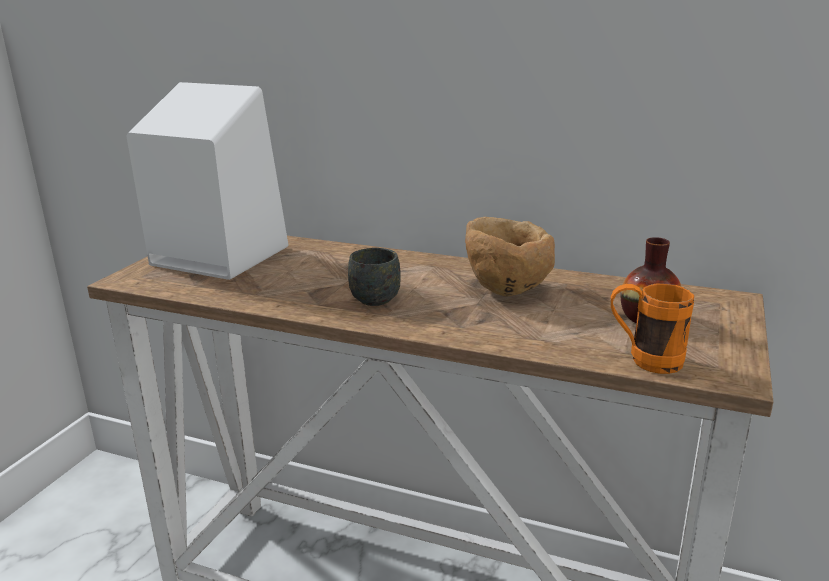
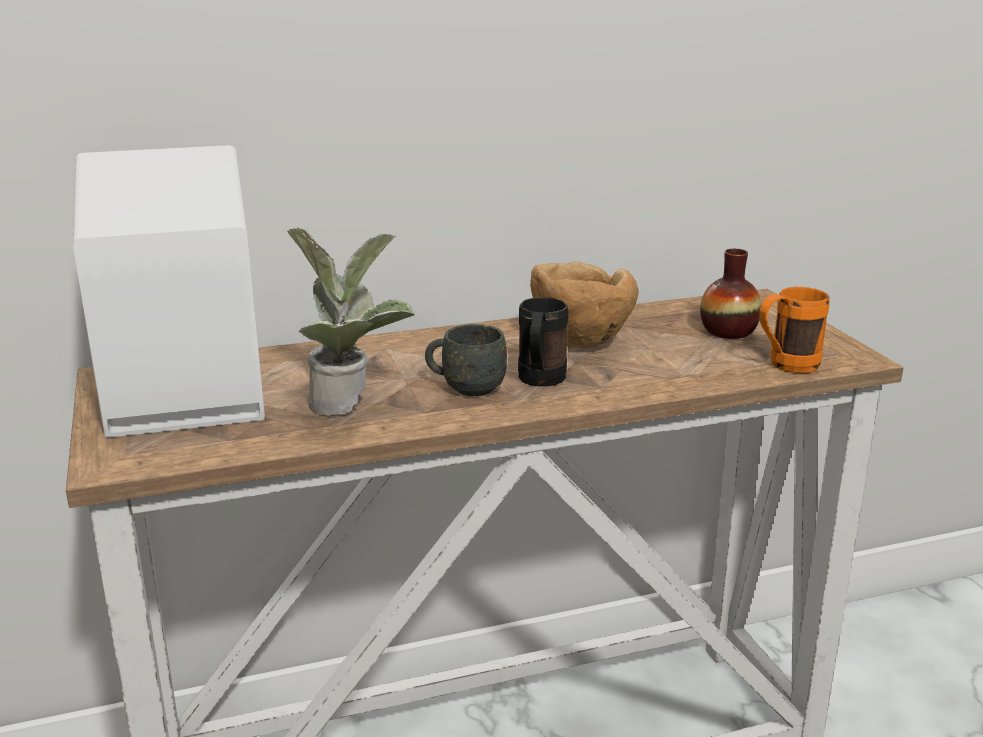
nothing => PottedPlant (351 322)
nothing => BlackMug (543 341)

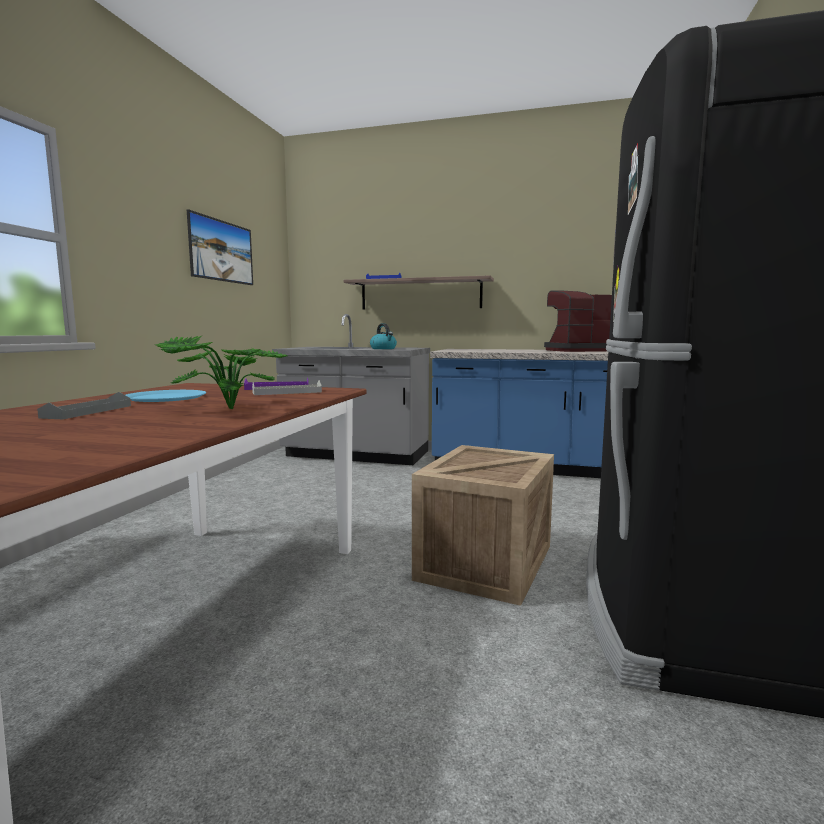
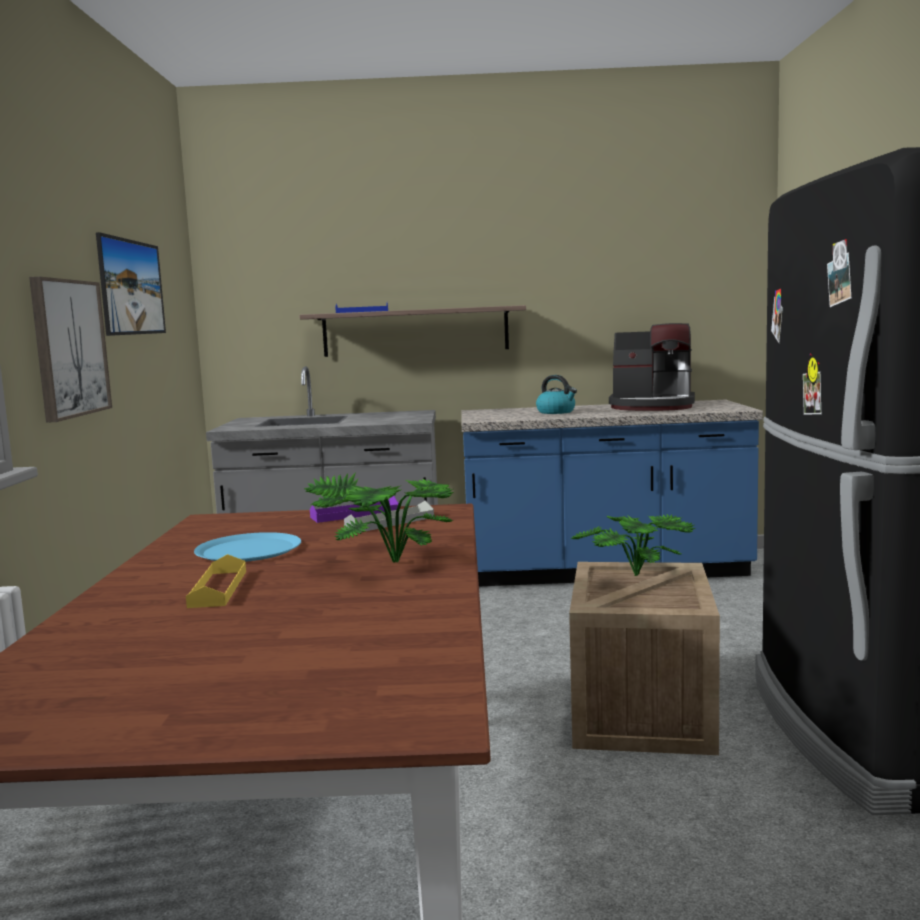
GreyTray (84 405) => YellowTray (216 581)
Kettle (383 336) => Kettle (556 394), moved
CoffeeMachine (578 321) => CoffeeMachine (652 367), 135 degrees counterclockwise
nothing => Picture (70 350)
nothing => PottedPlant (633 545)

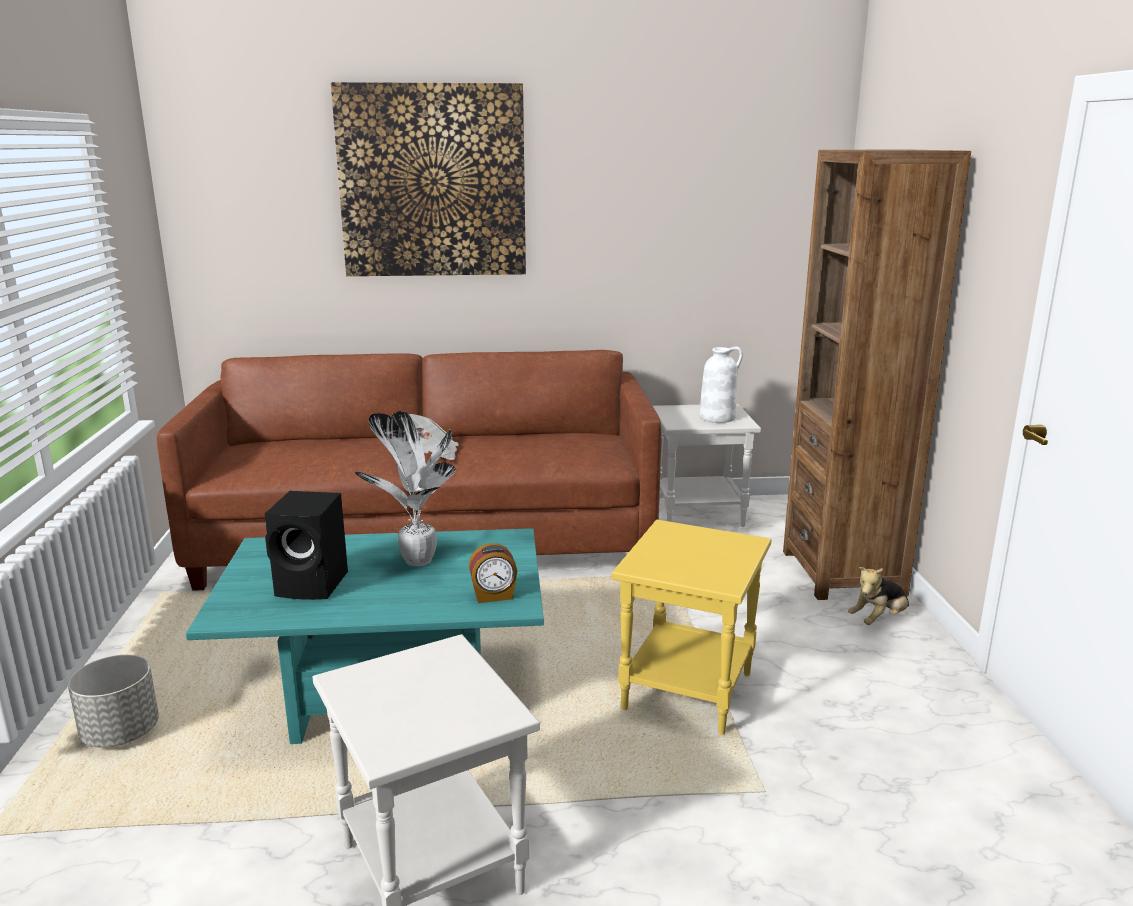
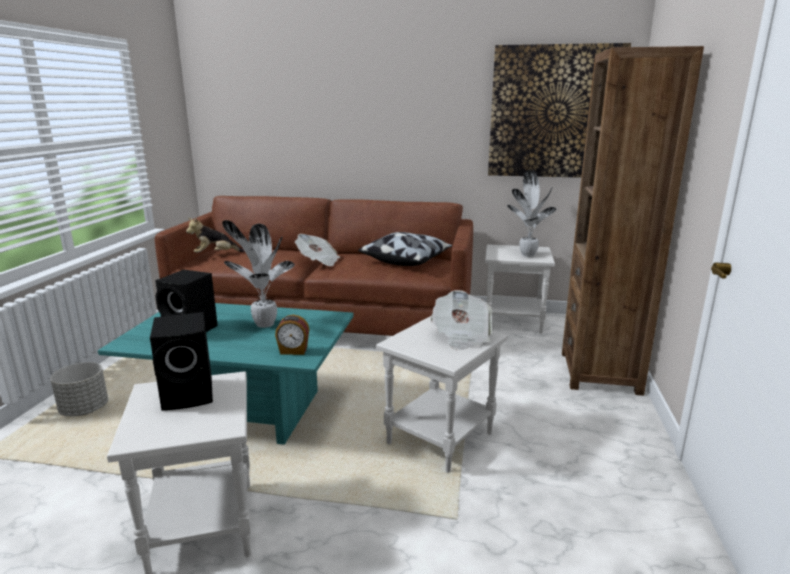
Picture (428 179) => Picture (559 110), moved
YellowSideTable (691 627) => WhiteSideTable (442 394)
WhiteVase (721 385) => PottedPlant (531 213)
PlushToy (878 596) => PlushToy (215 235), moved
nothing => BlackSpeaker (181 361)
nothing => Pillow (405 249)
nothing => Newspaper (461 320)

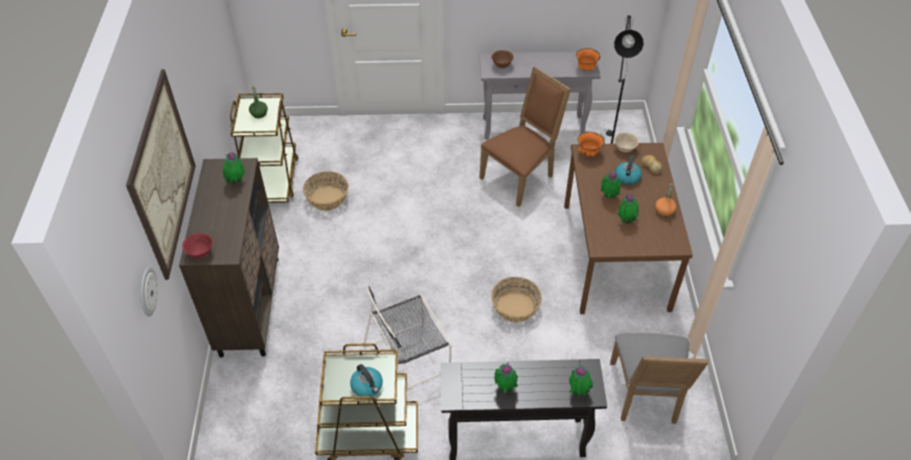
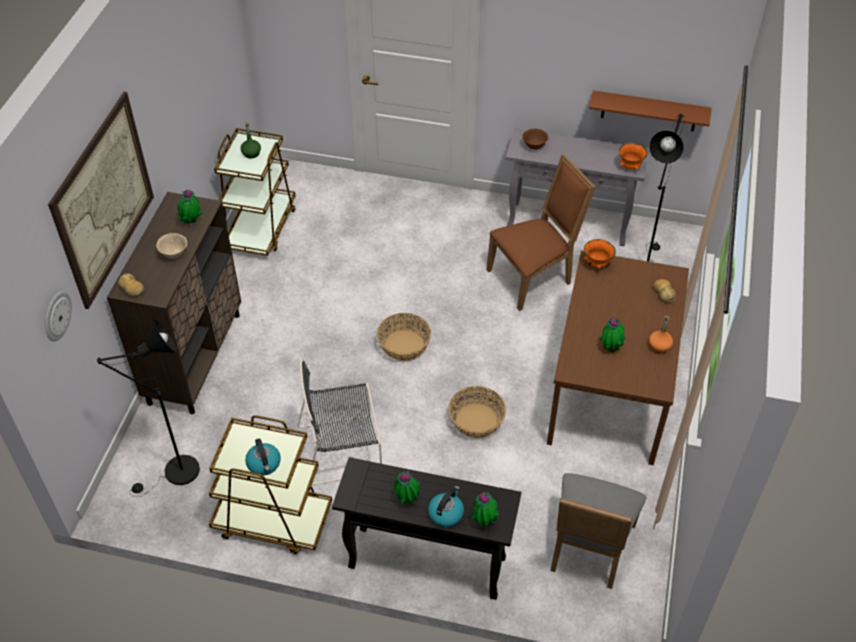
RedBowl (197 245) => Bread (131 285)
Basket (325 191) => Basket (404 337), moved
PottedPlant (611 184) => nothing
BeigeBowl (626 142) => BeigeBowl (172 246), moved
Kettle (628 170) => Kettle (446 506), moved
nothing => BlackFloorLamp (148 408)
nothing => BrownShelf (650 111)

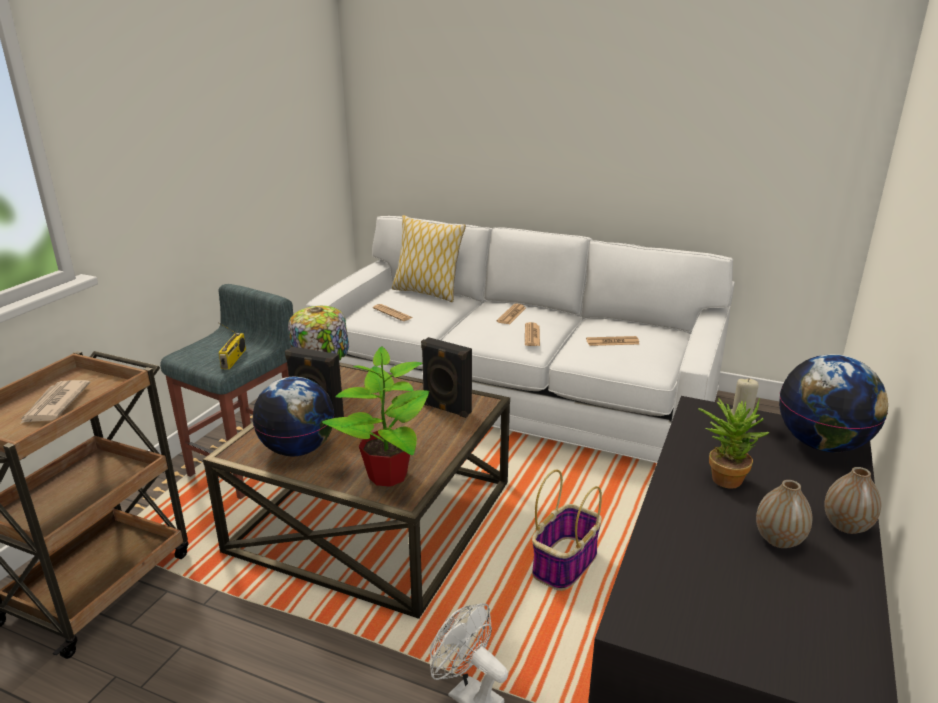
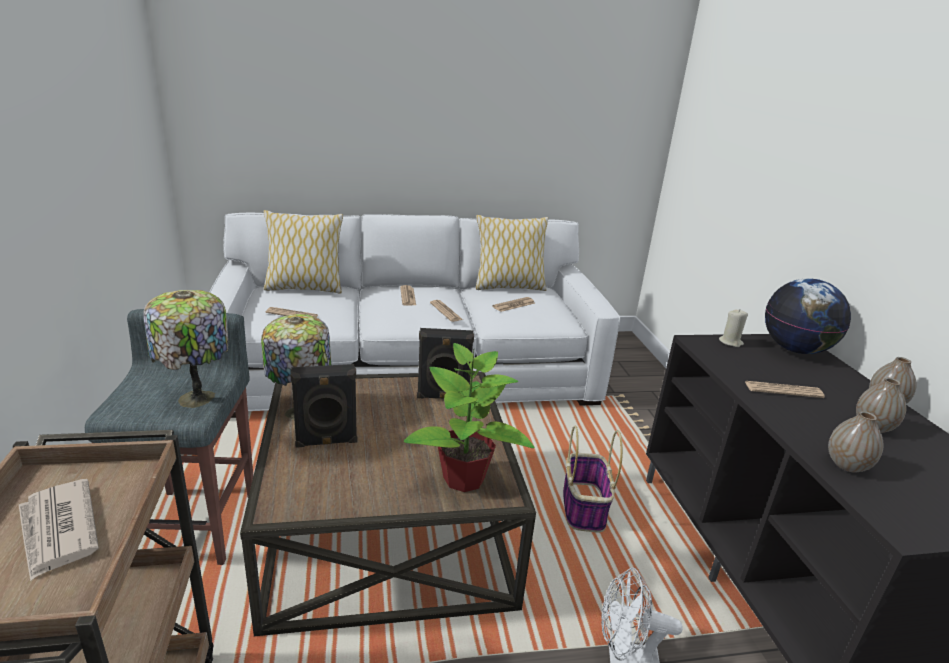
Radio (232 345) => TableLamp (185 349)
Globe (293 416) => nothing
PottedPlant (734 443) => Newspaper (784 389)
nothing => Pillow (512 253)
nothing => Vase (856 442)

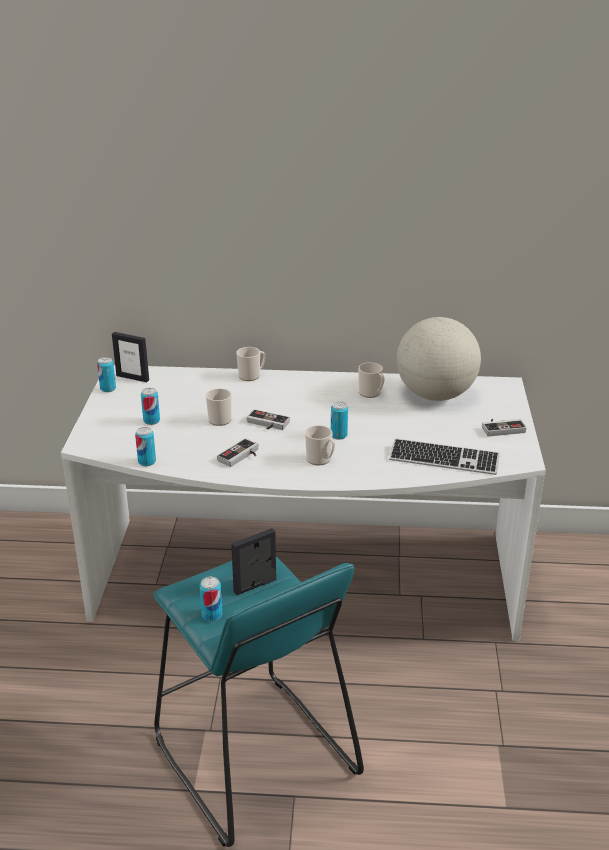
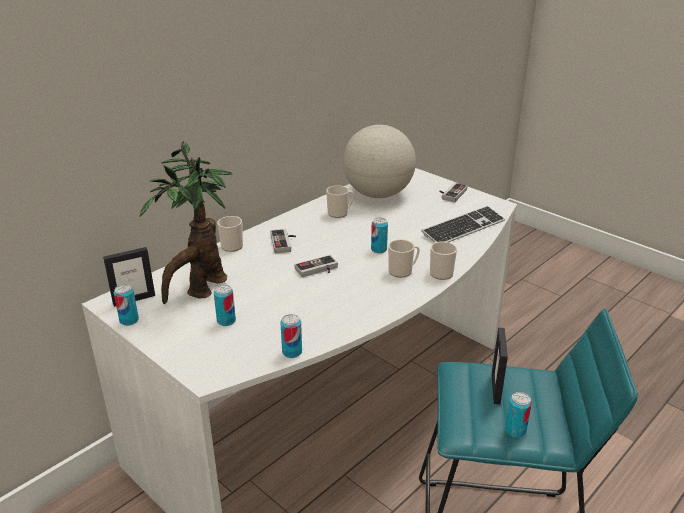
Mug (219 407) => Mug (443 261), moved
GameController (237 452) => GameController (283 241), moved
nothing => PottedPlant (185 222)

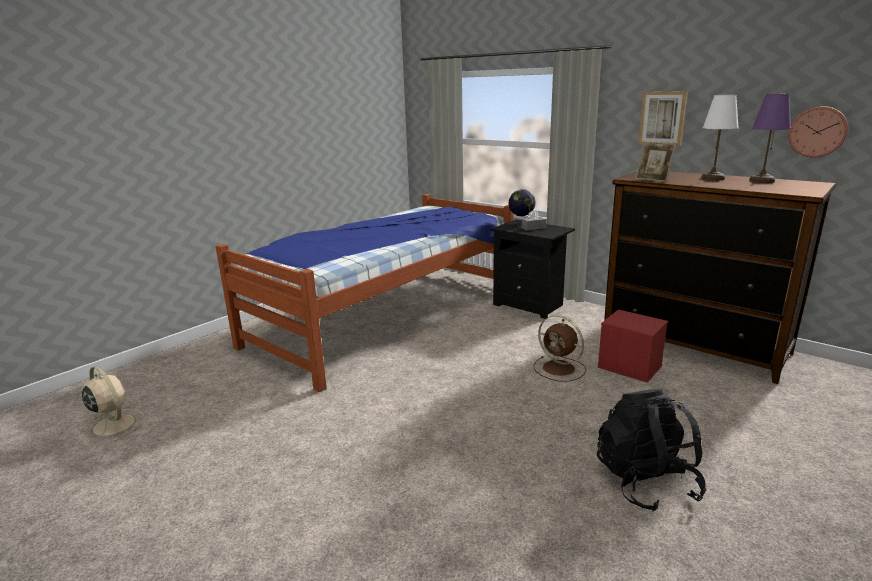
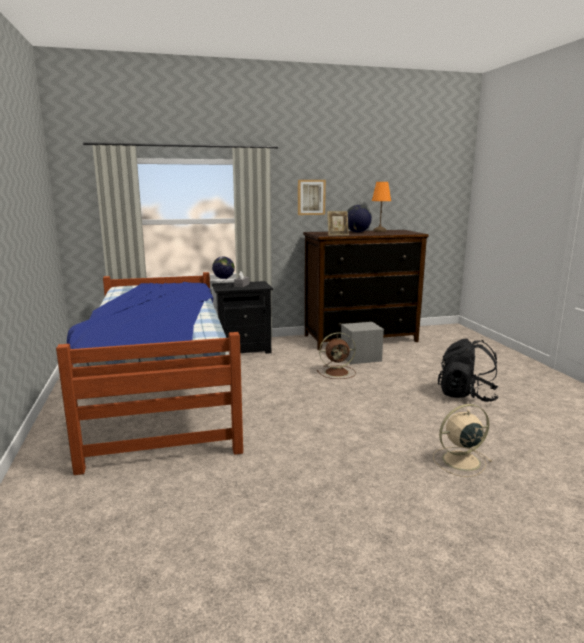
BeigeFan (112 404) => BeigeFan (462 440), moved
RedStorageBox (633 346) => GreyStorageBox (362 343)
WhiteTableLamp (720 138) => Globe (359 218)
PurpleTableLamp (770 138) => OrangeTableLamp (381 207)
WallClock (818 131) => nothing

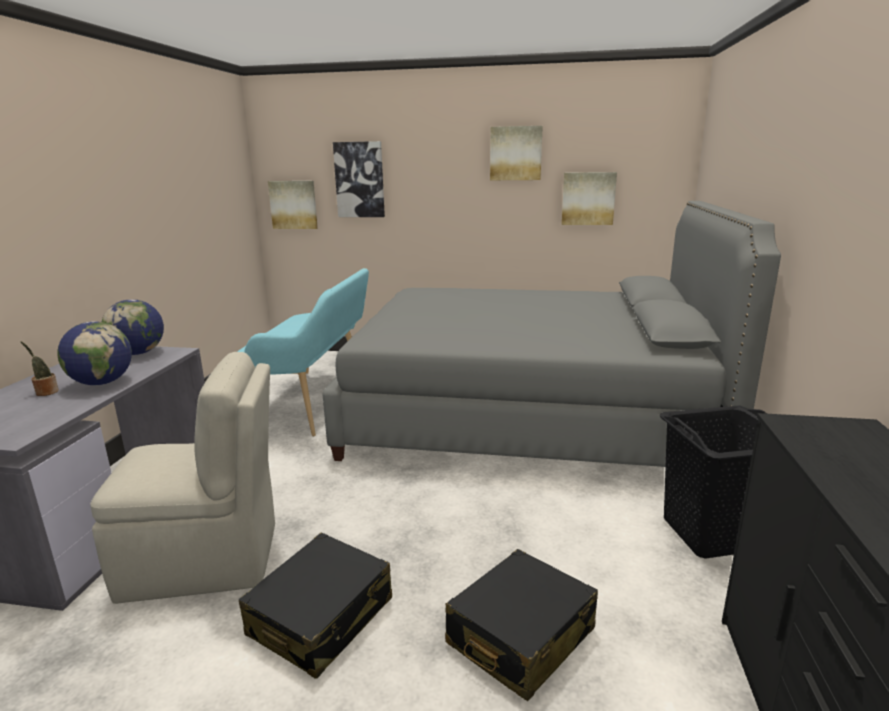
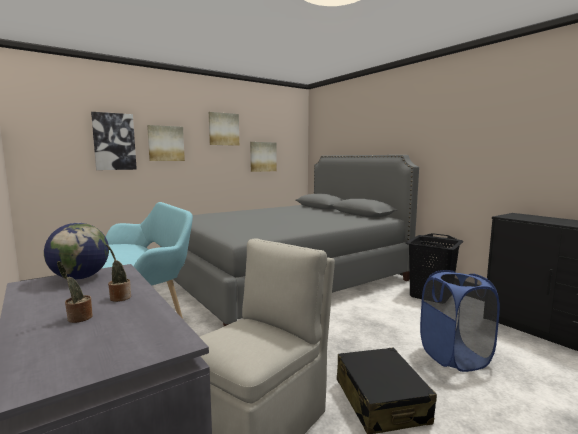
Globe (94 353) => PottedPlant (118 273)
Picture (293 205) => Picture (166 143), moved
BlackSuitcase (521 625) => BlueLaundryBasket (460 321)

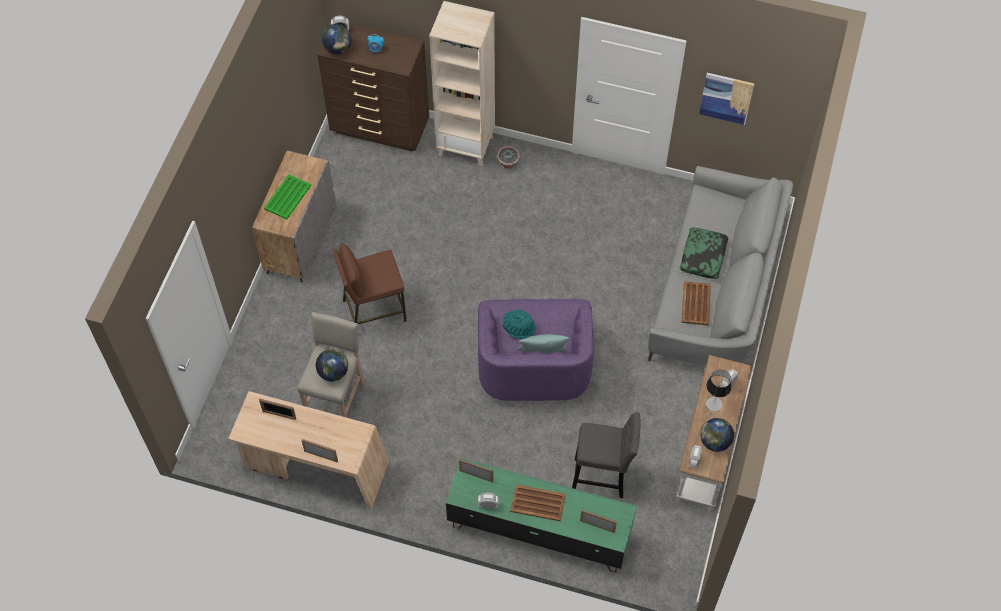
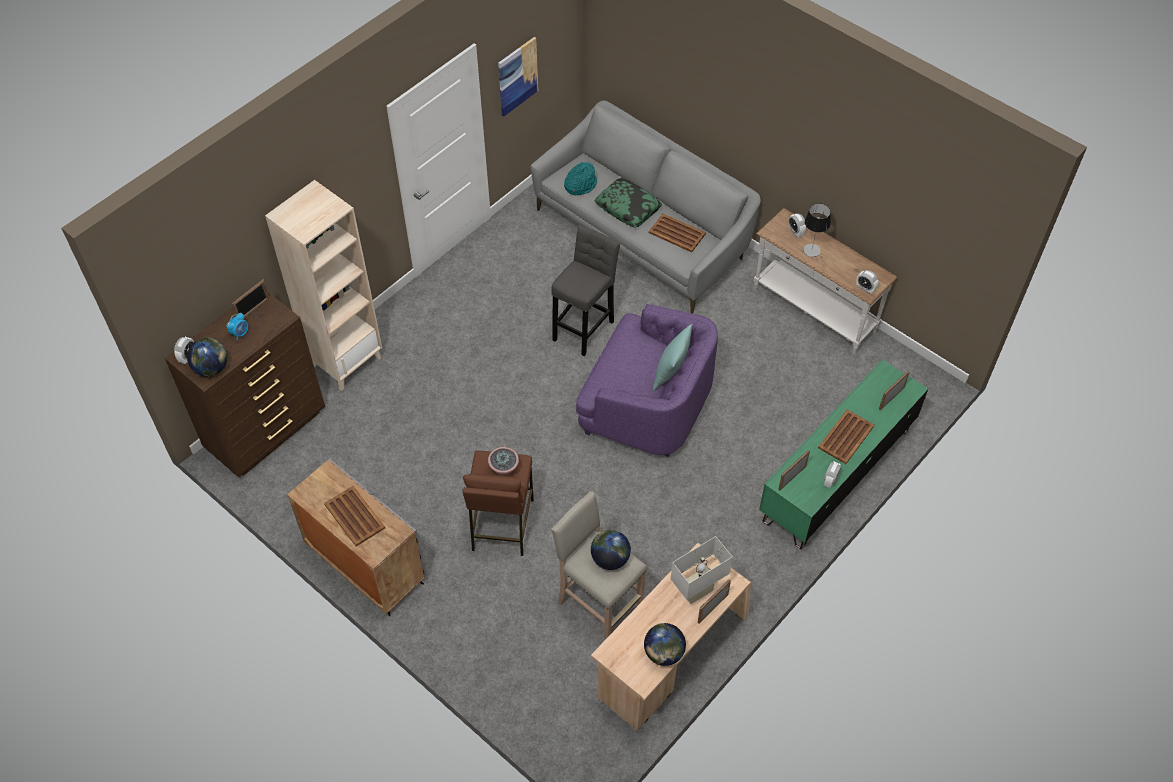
PictureFrame (277 409) => PictureFrame (251 299), moved
GreenTray (287 196) => BrownTray (354 516)
PottedPlant (508 157) => PottedPlant (503 461), moved
TurquoiseHat (519 324) => TurquoiseHat (580 178), moved
GreyStool (606 455) => GreyStool (585 291), moved
Globe (717 435) => Globe (665 644), moved
nothing => WhiteTableLamp (702 570)

